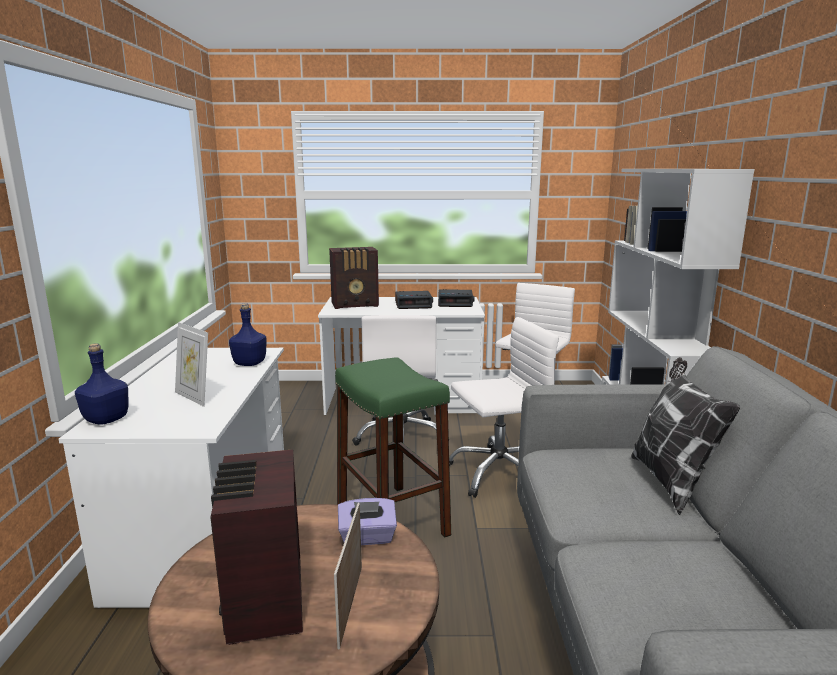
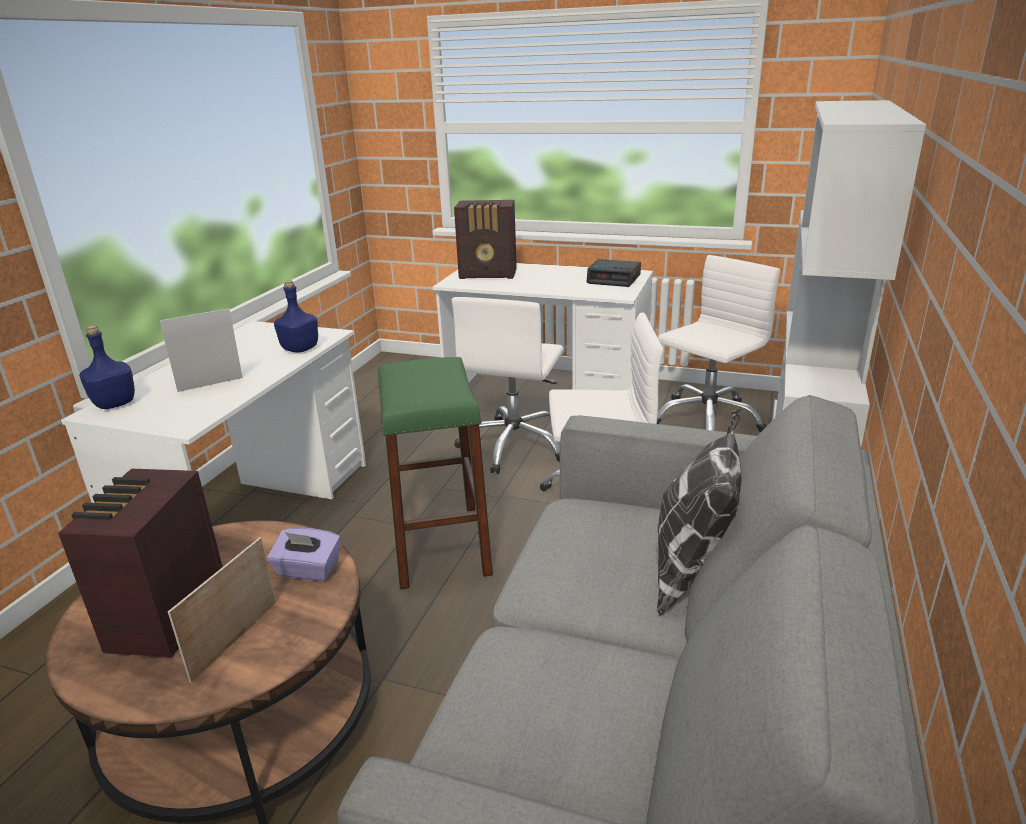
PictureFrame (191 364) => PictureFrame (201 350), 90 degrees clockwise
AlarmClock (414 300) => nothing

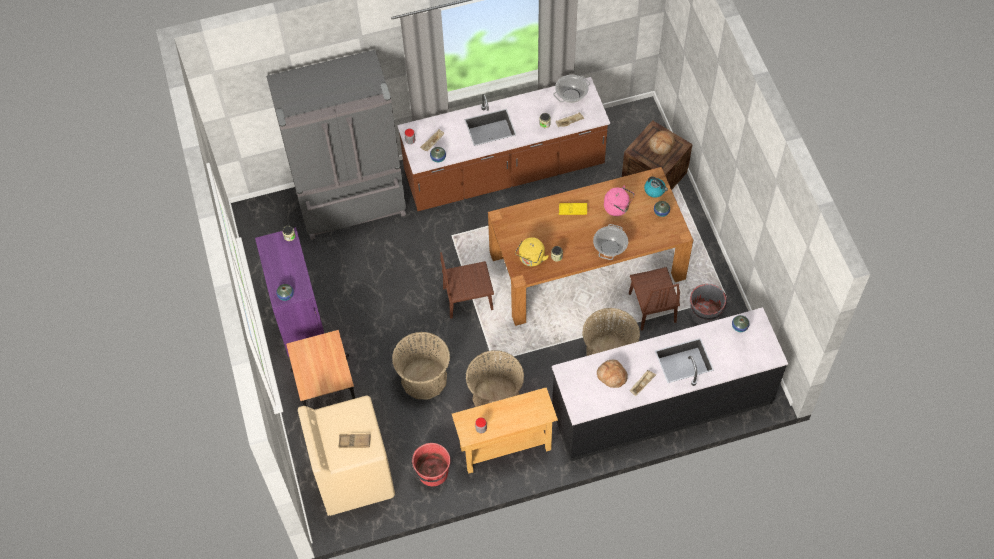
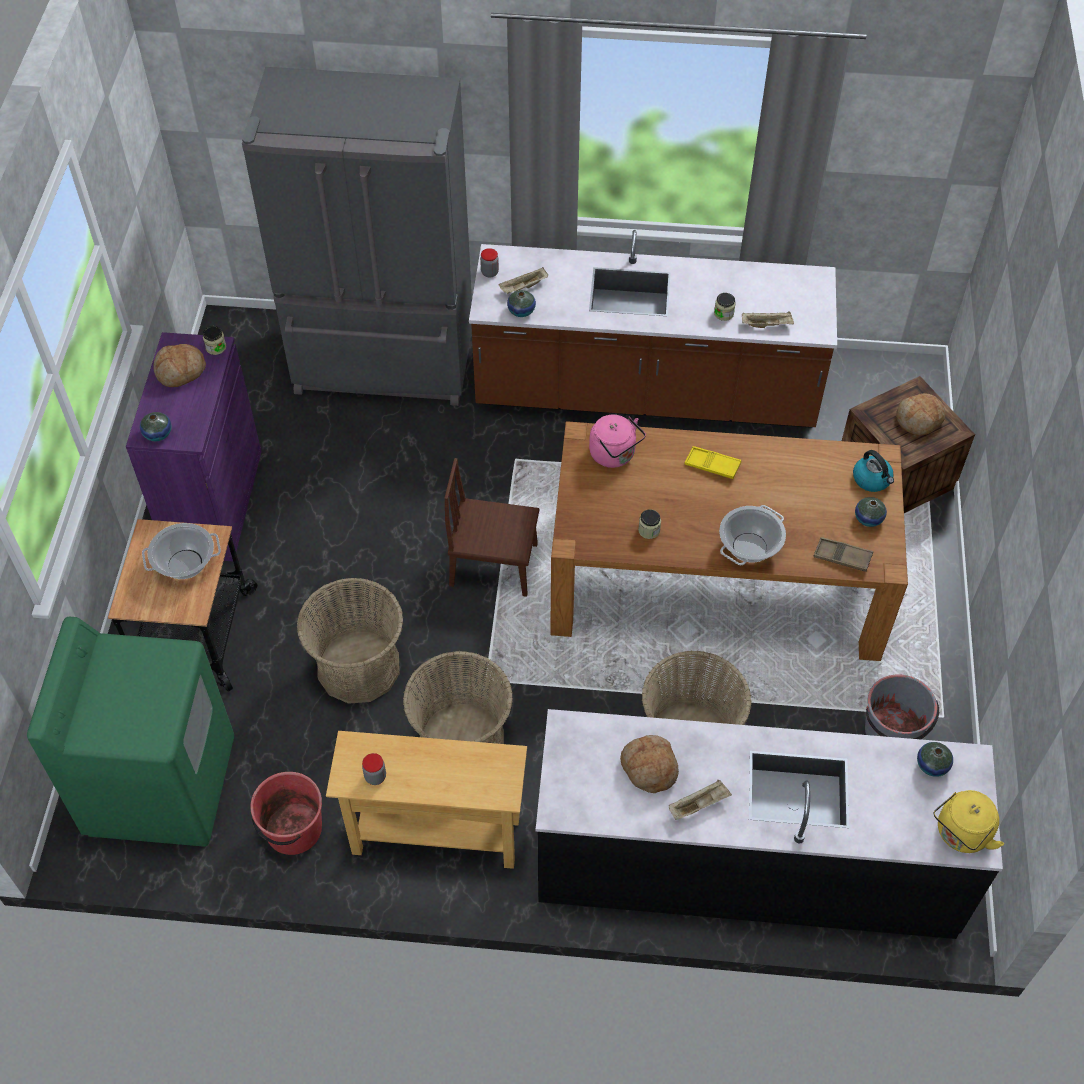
BeigeWashingMachine (346 456) => GreenWashingMachine (130 732)
BrownTray (355 441) => BrownTray (843 554), moved
YellowKettle (532 252) => YellowKettle (969 821), moved
CookingPot (571 89) => CookingPot (181 551), moved
PinkKettle (619 200) => PinkKettle (617 441), moved
BrownChair (654 299) => nothing
nothing => Bread (179 365)

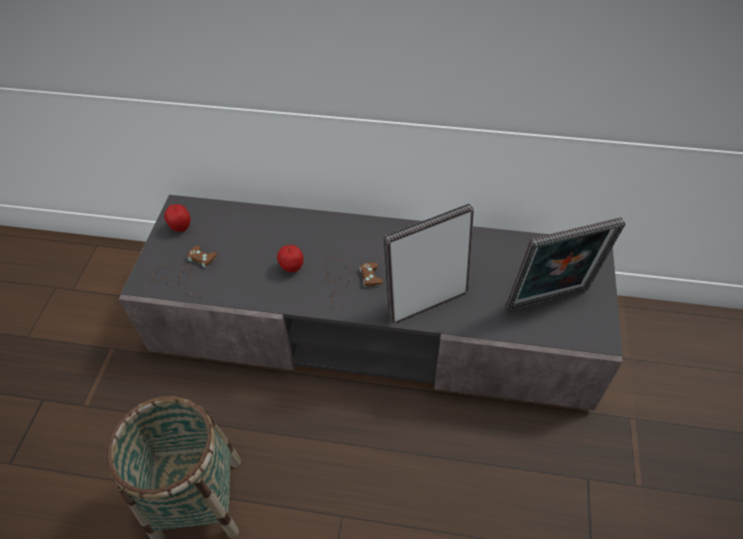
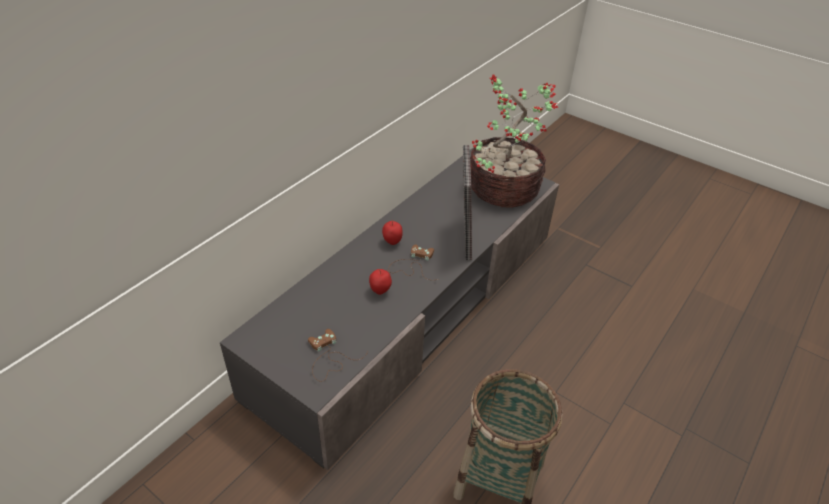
Apple (177 218) => Apple (392 232), moved
PictureFrame (565 264) => PottedPlant (514 141)

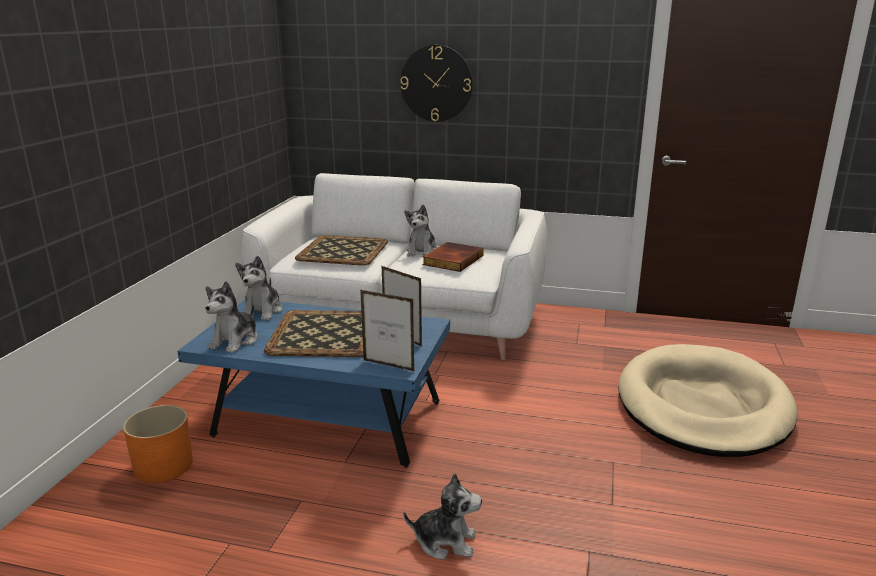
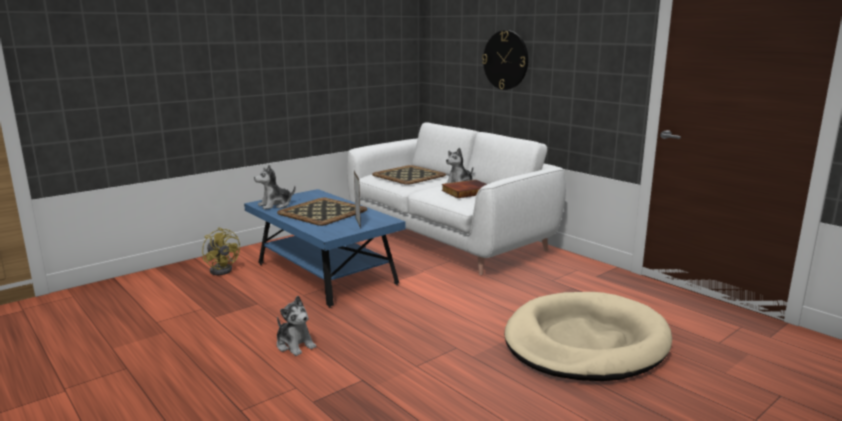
OrangePlanter (158 444) => YellowFan (221 251)
PlushToy (258 288) => nothing
PictureFrame (387 331) => nothing

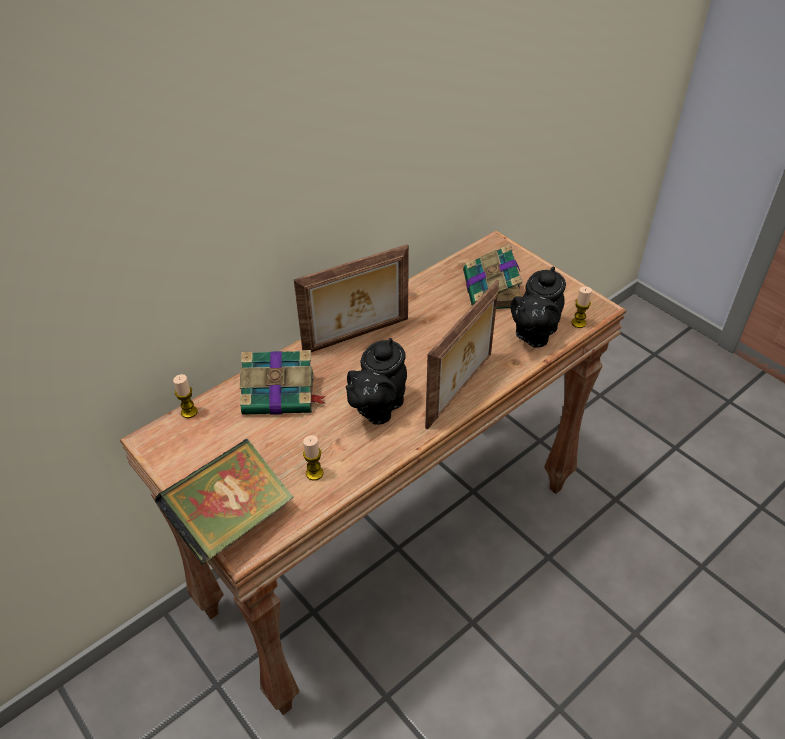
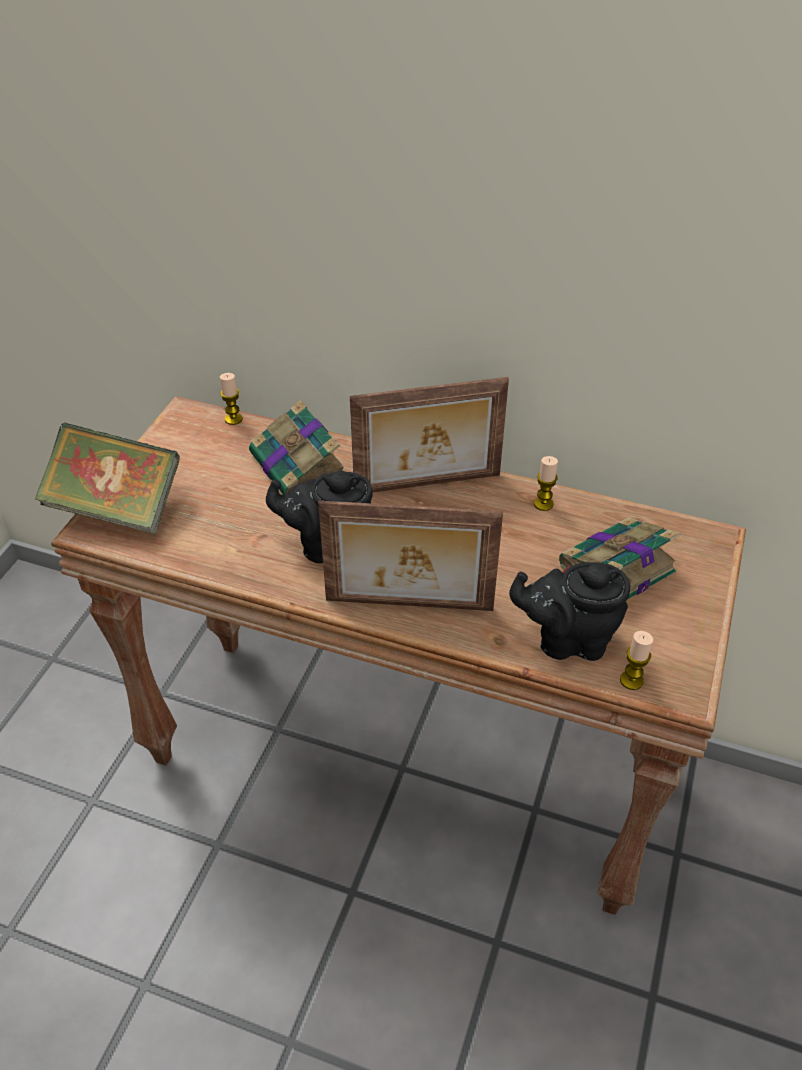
PictureFrame (351 298) => PictureFrame (429 434), 45 degrees counterclockwise
Candle (313 457) => Candle (546 483), moved

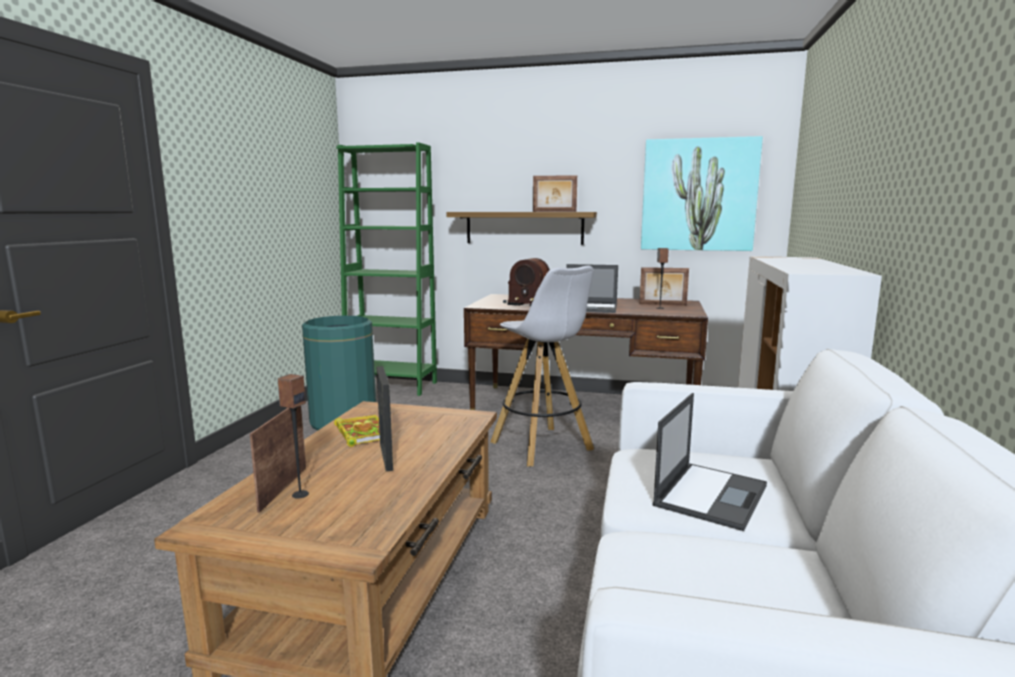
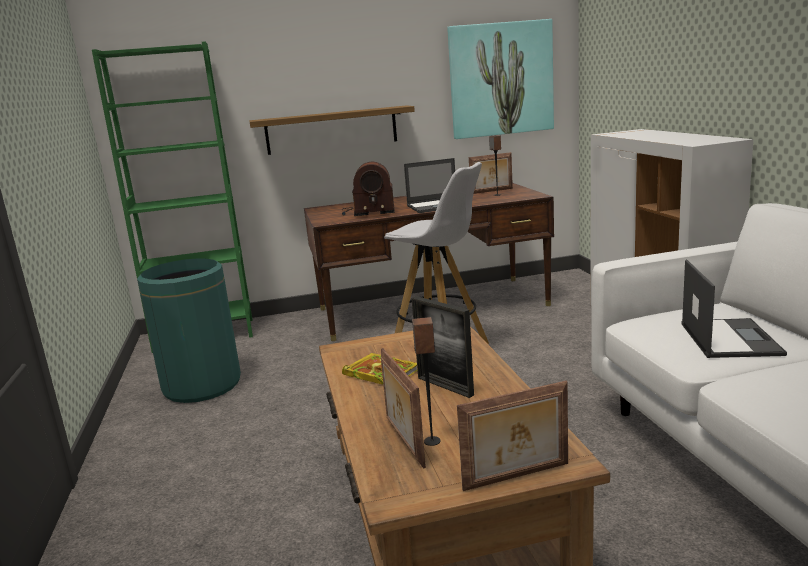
PictureFrame (555 193) => PictureFrame (512 436), moved

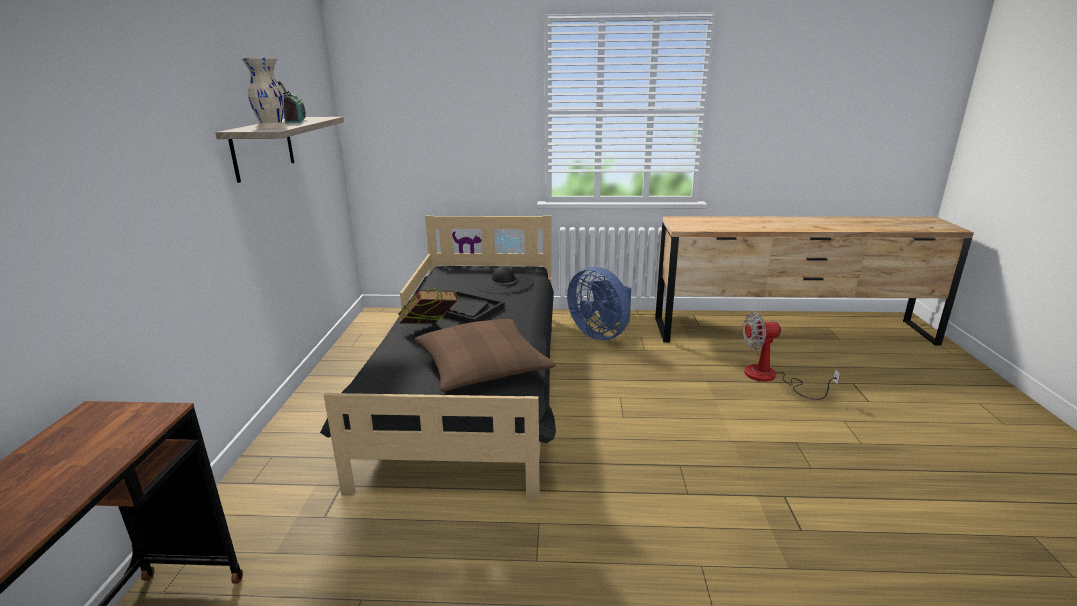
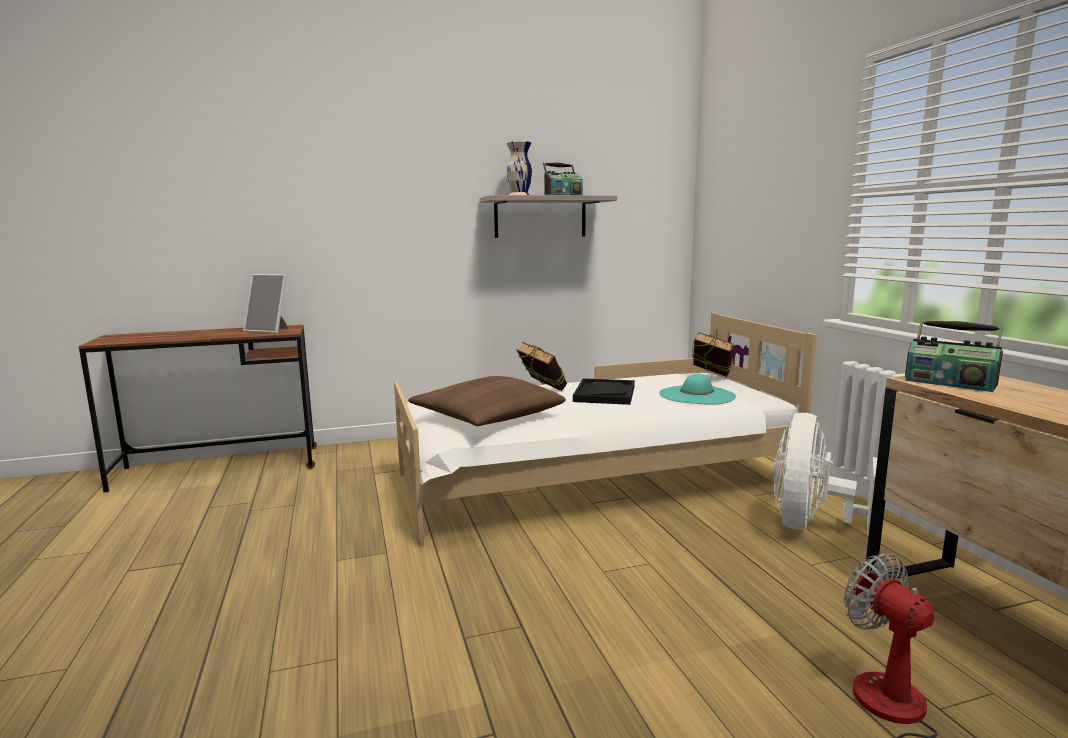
BlackBed (438 357) => WhiteBed (605 430)
BlackHat (504 280) => TurquoiseHat (697 389)
BlueFan (599 303) => WhiteFan (825 474)
nothing => PictureFrame (266 304)
nothing => Book (713 354)
nothing => Radio (954 356)

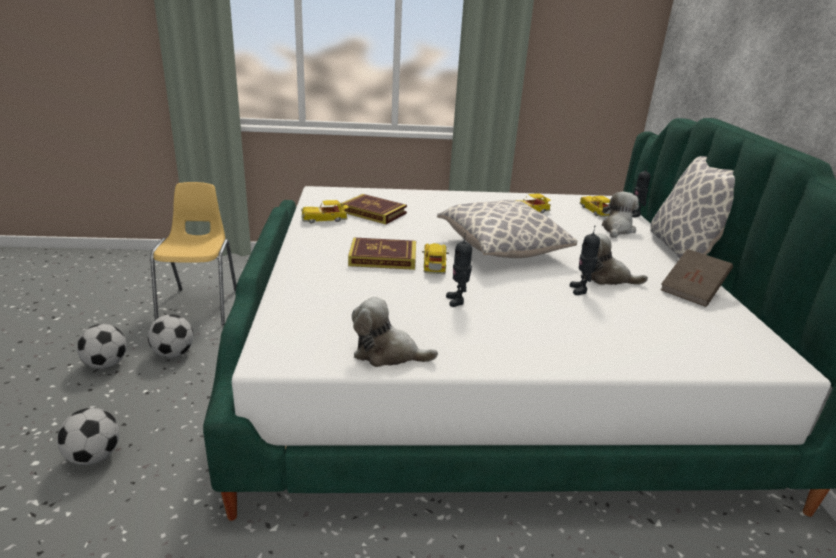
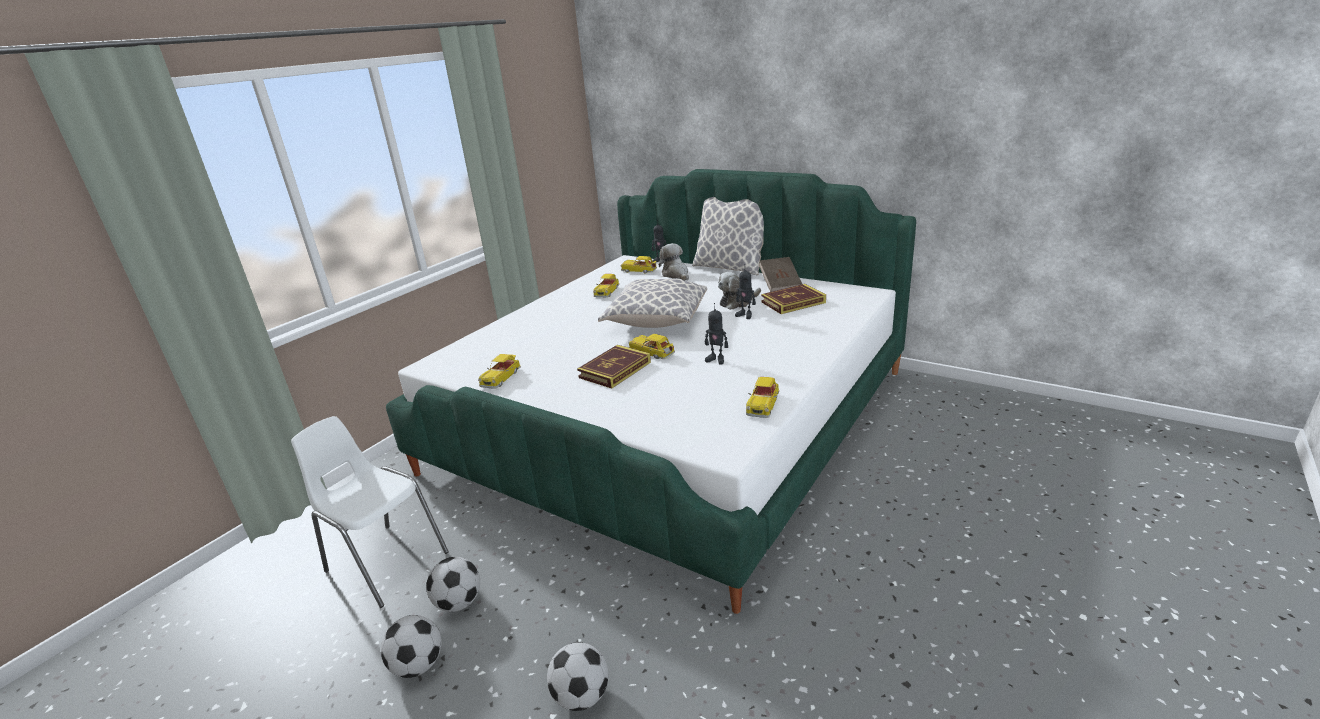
YellowChair (193 253) => WhiteChair (370 512)
Book (373 209) => Book (793 299), moved
PlushToy (395 332) => ToyCar (762 397)

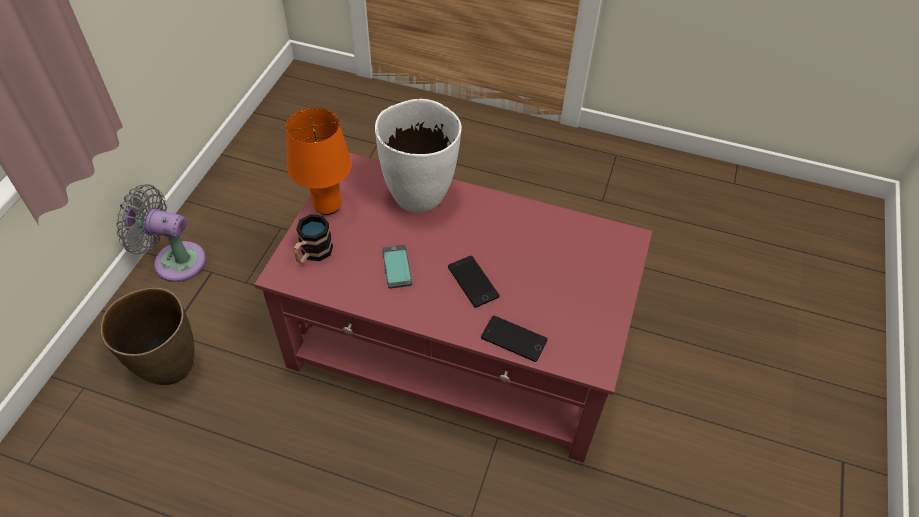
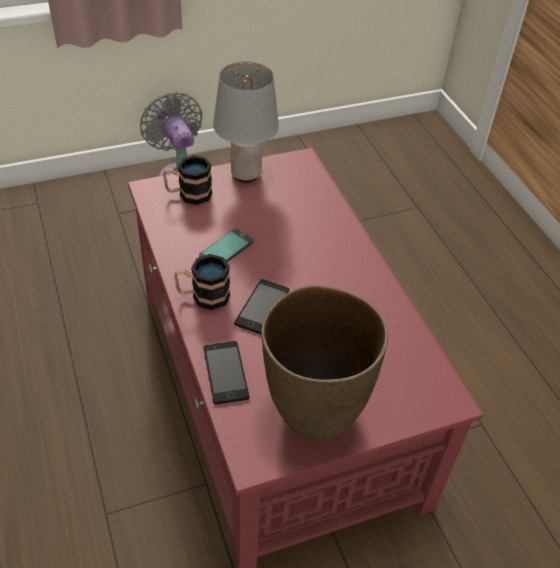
BrownVase (147 336) => BrownVase (324 363), moved
OrangeTableLamp (319 161) => GreyTableLamp (246 122)
WhiteVase (418 156) => nothing
nothing => Mug (202 282)

